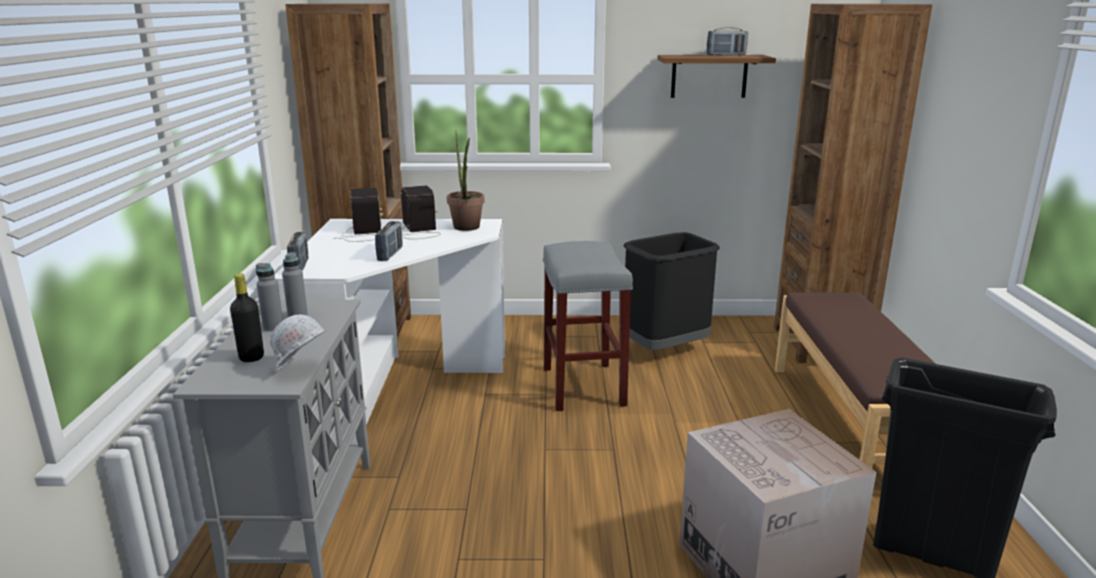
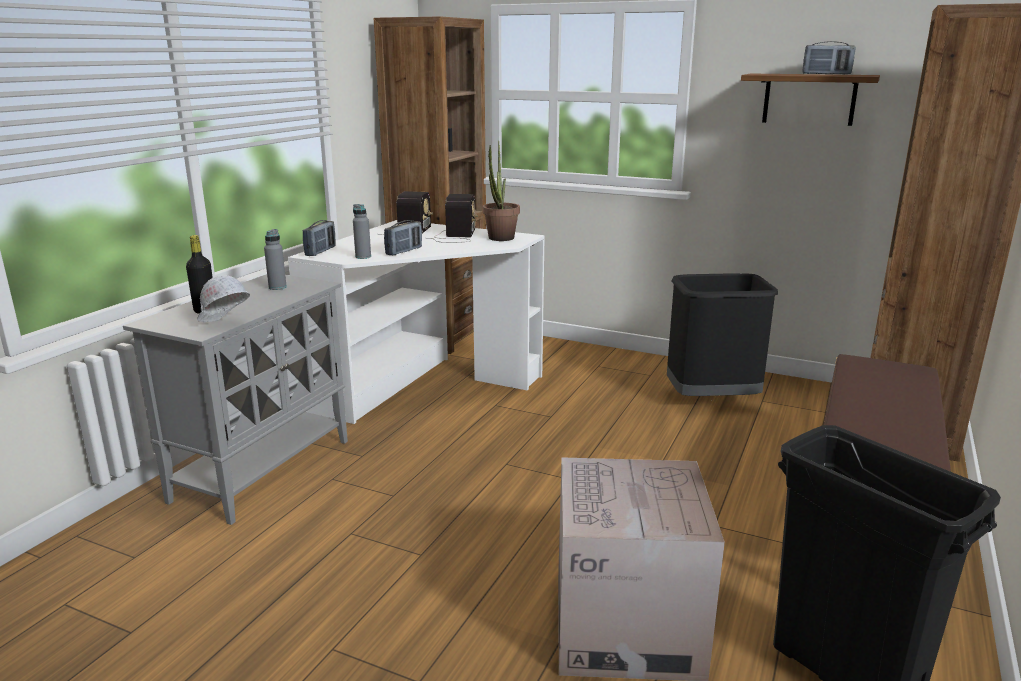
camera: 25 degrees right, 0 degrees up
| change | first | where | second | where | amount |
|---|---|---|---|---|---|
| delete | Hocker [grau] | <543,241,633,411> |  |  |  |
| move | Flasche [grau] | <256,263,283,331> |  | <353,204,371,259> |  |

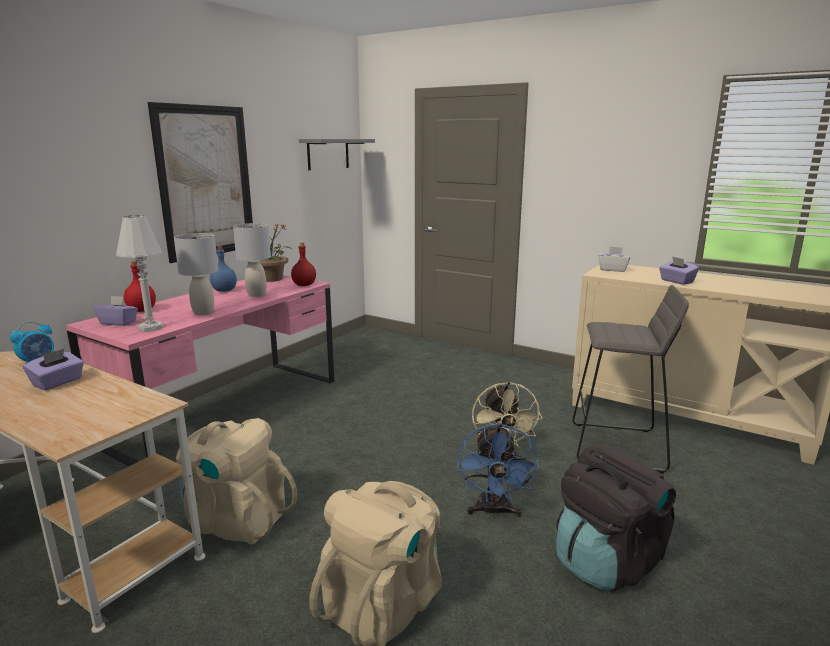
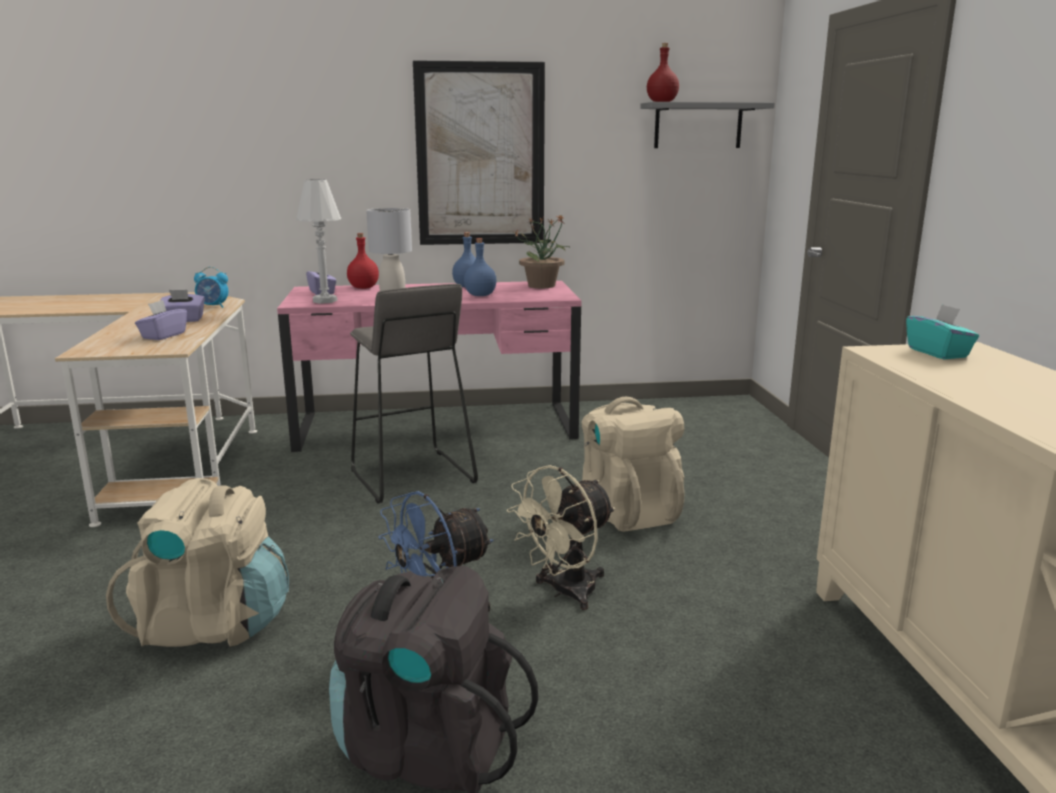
camera: 50 degrees right, 0 degrees up
| change | first | where | second | where | amount |
|---|---|---|---|---|---|
| replace | Tischlampe [grau] | <233,223,271,297> | Flasche [blau] | <464,238,497,296> |  |
| move | Flasche [rot] | <291,242,316,286> |  | <647,43,679,102> |  |
| recolor | Taschentuchbox [weiß] | <598,247,630,272> | Taschentuchbox [türkis] | <906,304,979,359> |  |
| move | Taschentuchbox [lila] | <659,256,699,285> |  | <135,300,187,340> |  |
| move | Hocker [grau] | <572,285,689,474> |  | <350,284,478,504> |  |
| move | Rucksack [beige] | <176,418,297,544> |  | <582,397,684,532> |  |

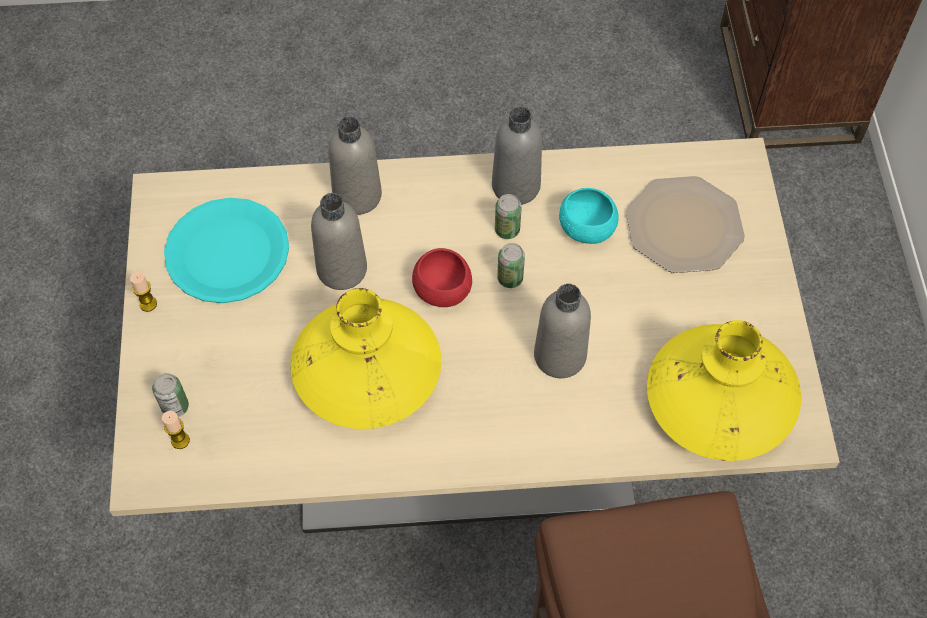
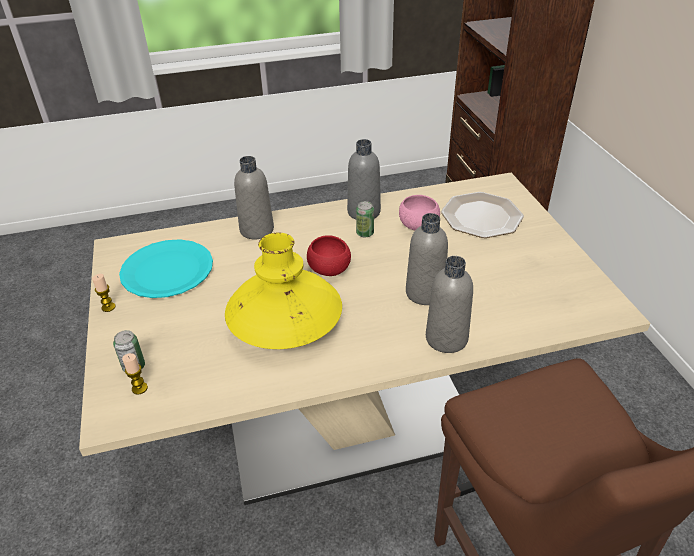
camera: 10 degrees left, 20 degrees down
| change | first | where | second | where | amount |
|---|---|---|---|---|---|
| recolor | Schüssel [türkis] | <559,188,619,244> | Schüssel [rosa] | <399,195,440,230> |  |
| move | Flasche [grau] | <311,193,367,290> |  | <426,256,473,353> |  |
| delete | Dose | <497,243,525,288> |  |  |  |
| delete | Vase [gelb] | <647,320,801,461> |  |  |  |

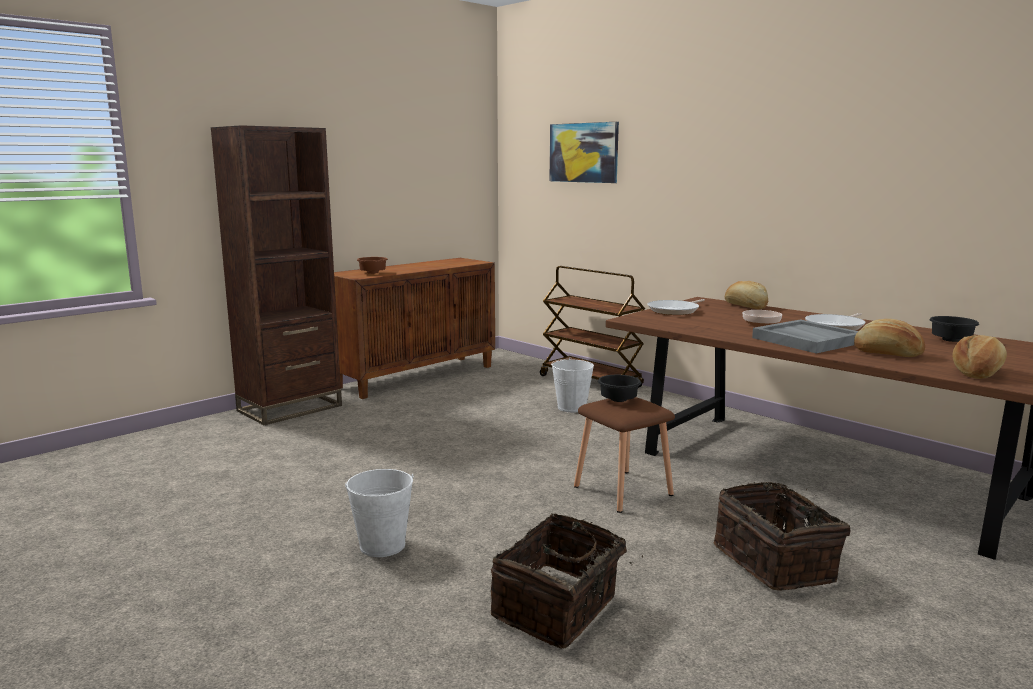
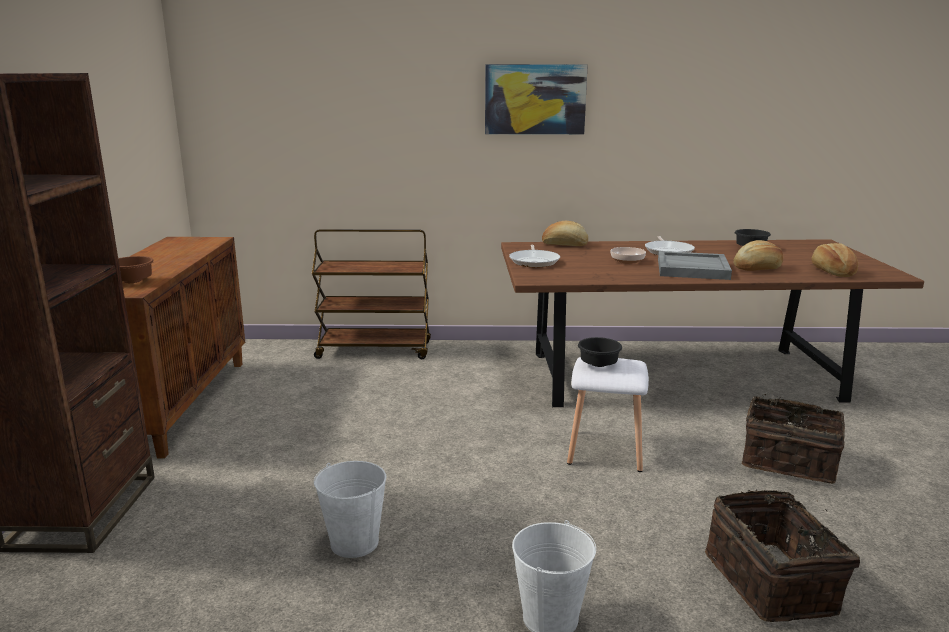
camera: 45 degrees left, 5 degrees up
| change | first | where | second | where | amount |
|---|---|---|---|---|---|
| move | Bild | <550,122,619,183> |  | <485,64,588,134> |  |
| move | Eimer [weiß] | <551,357,594,412> |  | <314,461,386,558> |  |
| recolor | Hocker [braun] | <574,397,675,513> | Hocker [weiß] | <567,357,649,472> |  |

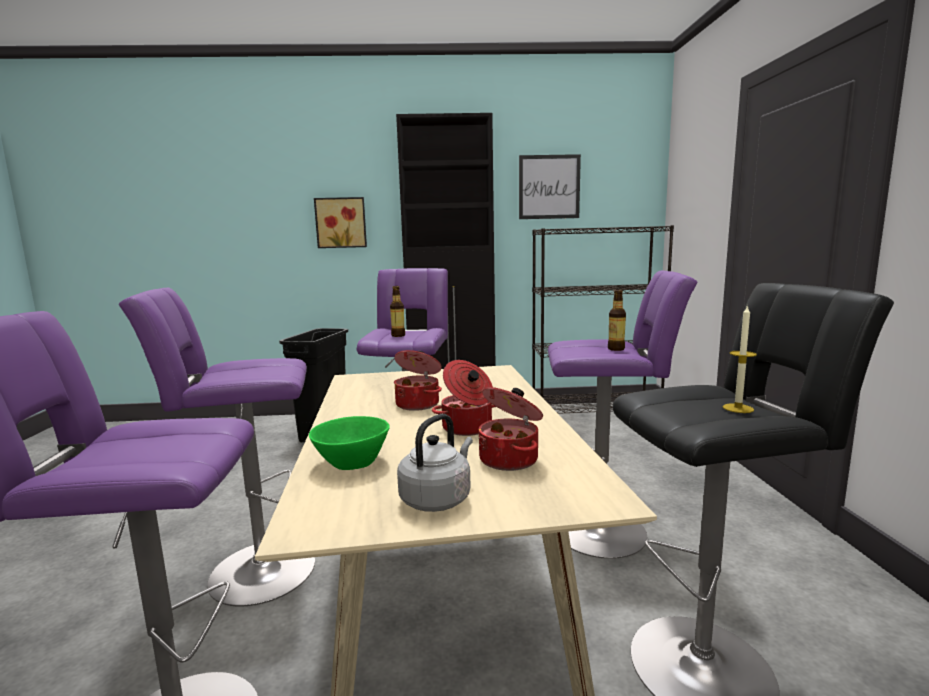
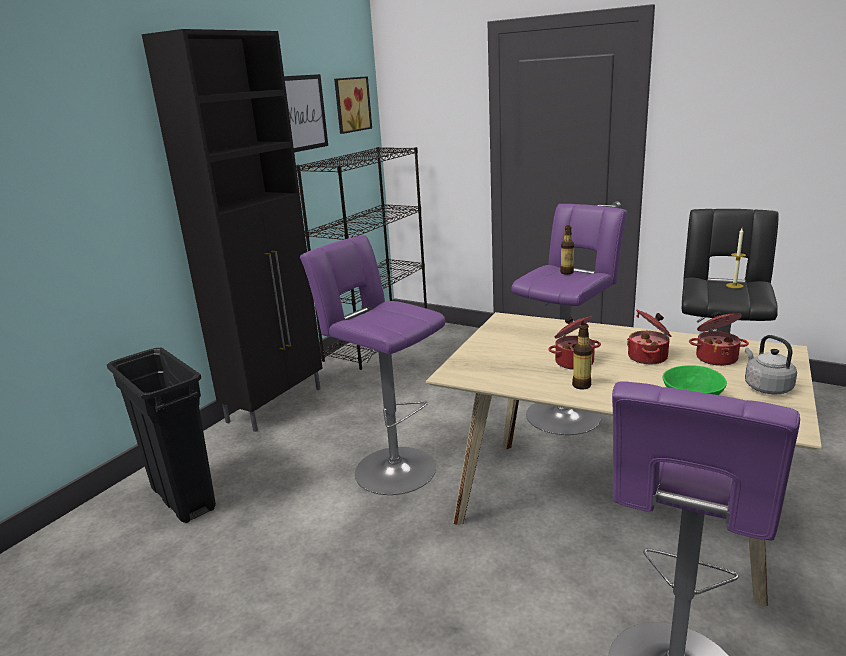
camera: 55 degrees left, 10 degrees up
| change | first | where | second | where | amount |
|---|---|---|---|---|---|
| move | Bild | <314,197,367,248> |  | <334,76,372,134> |  |
| move | Flasche | <390,286,405,337> |  | <572,323,593,390> |  |
| delete | Hocker [lila] | <119,288,315,607> |  |  |  |

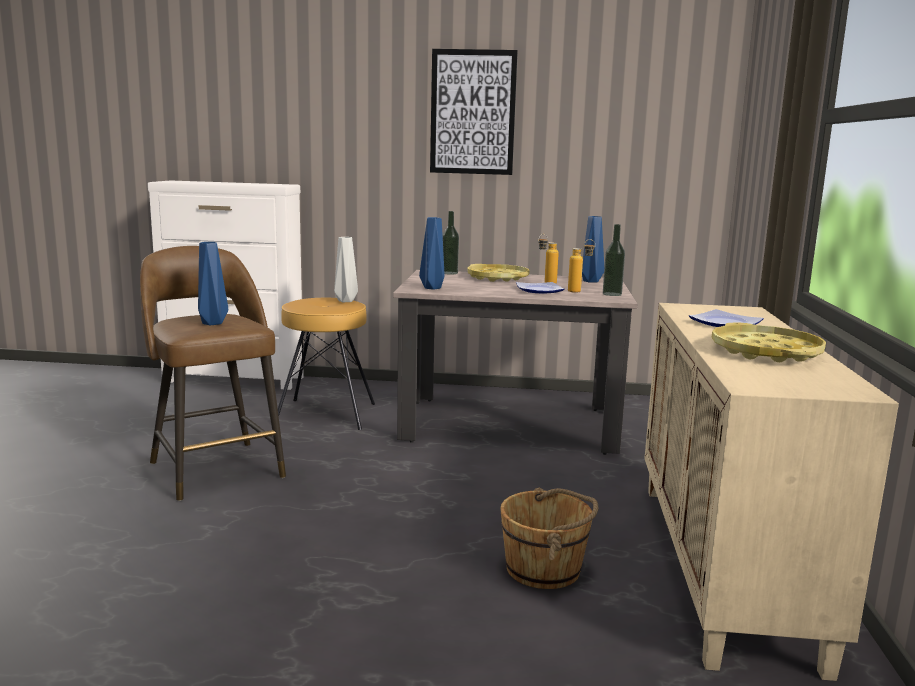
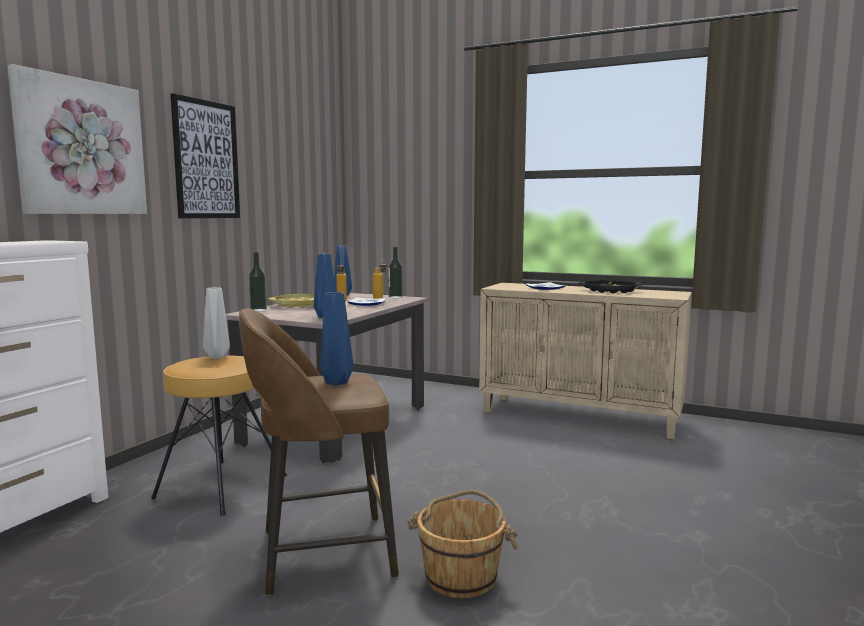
camera: 70 degrees left, 5 degrees down
| change | first | where | second | where | amount |
|---|---|---|---|---|---|
| recolor | Tablett [gelb] | <711,323,826,362> | Tablett [schwarz] | <578,280,643,293> |  |
| move | Eimer [braun] | <500,488,598,589> |  | <407,490,518,598> |  |
| insert |  |  | Bild | <8,64,147,214> |  |

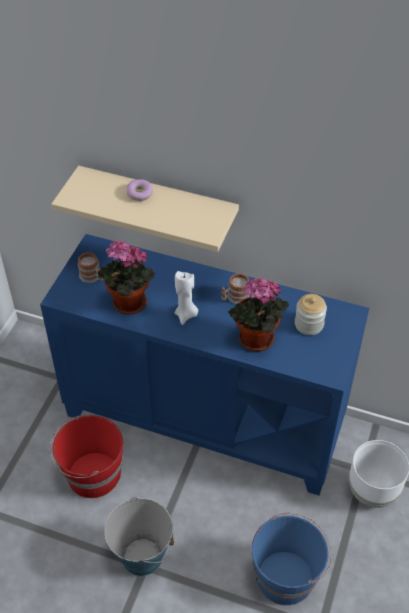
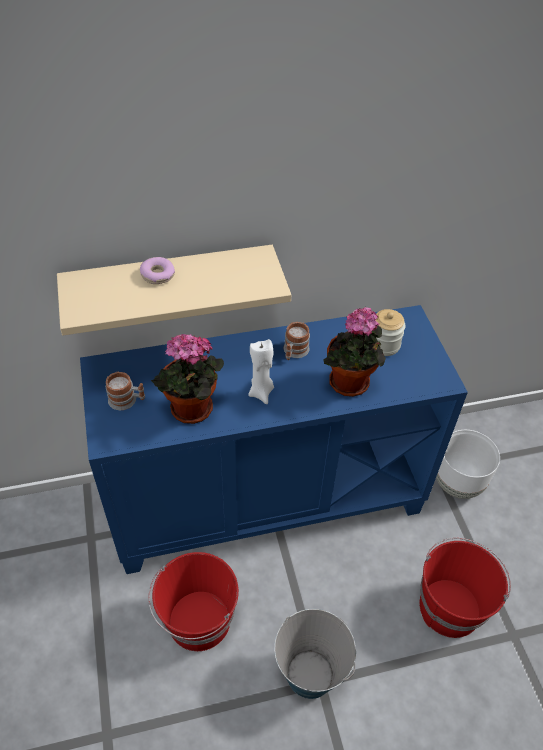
camera: 35 degrees left, 0 degrees up
| change | first | where | second | where | amount |
|---|---|---|---|---|---|
| recolor | Eimer [blau] | <251,513,332,605> | Eimer [rot] | <419,538,511,638> |  |

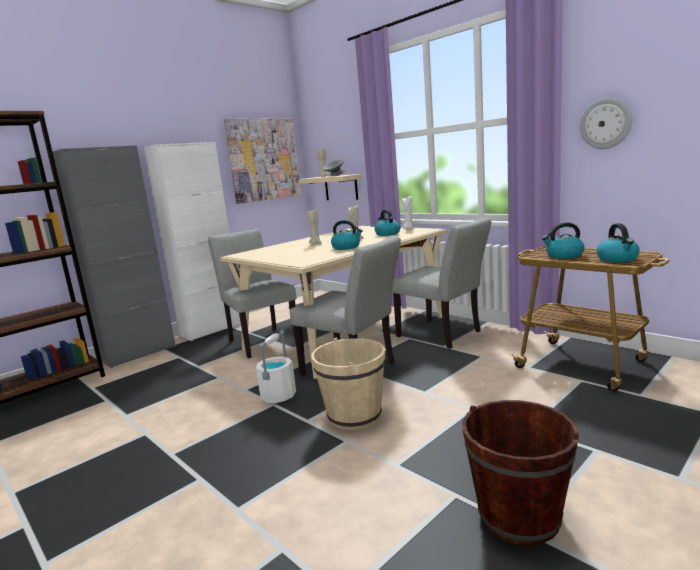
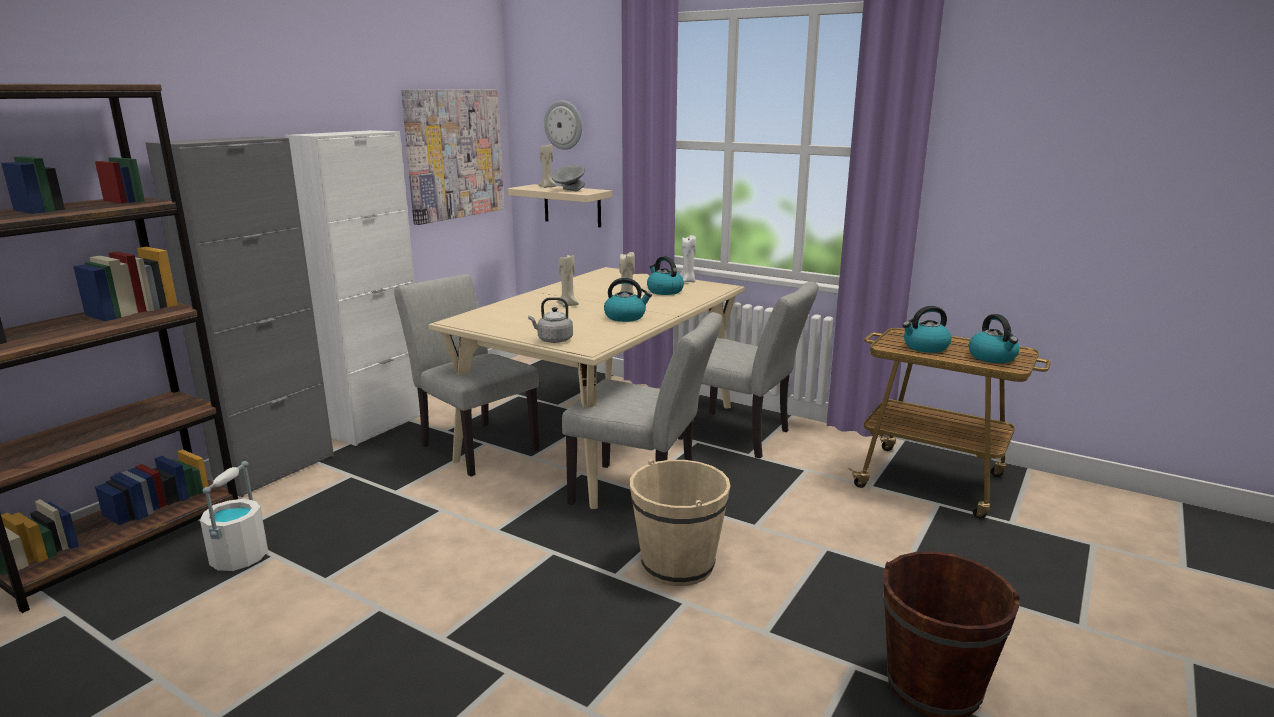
camera: 15 degrees left, 5 degrees up
| change | first | where | second | where | amount |
|---|---|---|---|---|---|
| move | Wanduhr | <580,98,632,149> |  | <544,100,582,150> |  |
| move | Eimer [weiß] | <256,330,296,403> |  | <200,461,268,571> |  |
| insert |  |  | Wasserkessel [grau] | <528,297,573,343> |  |

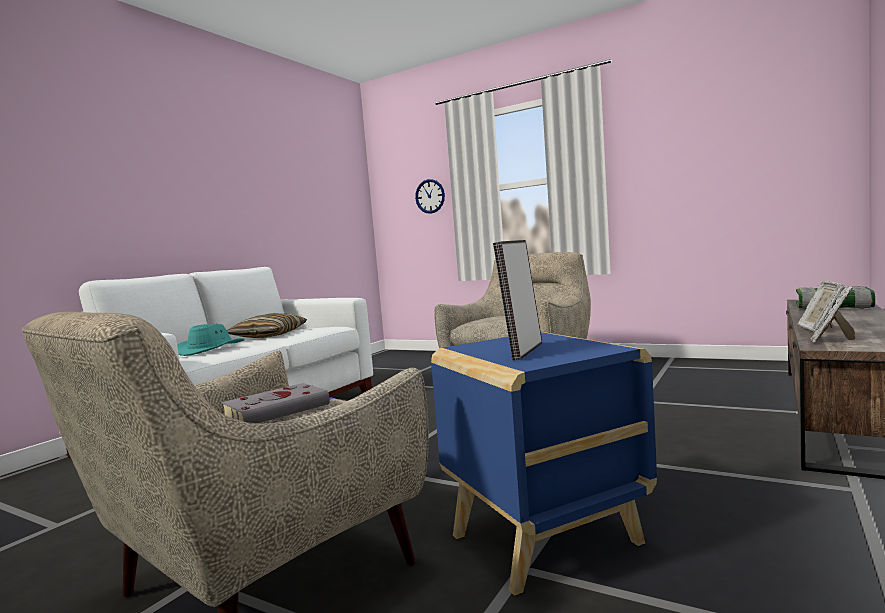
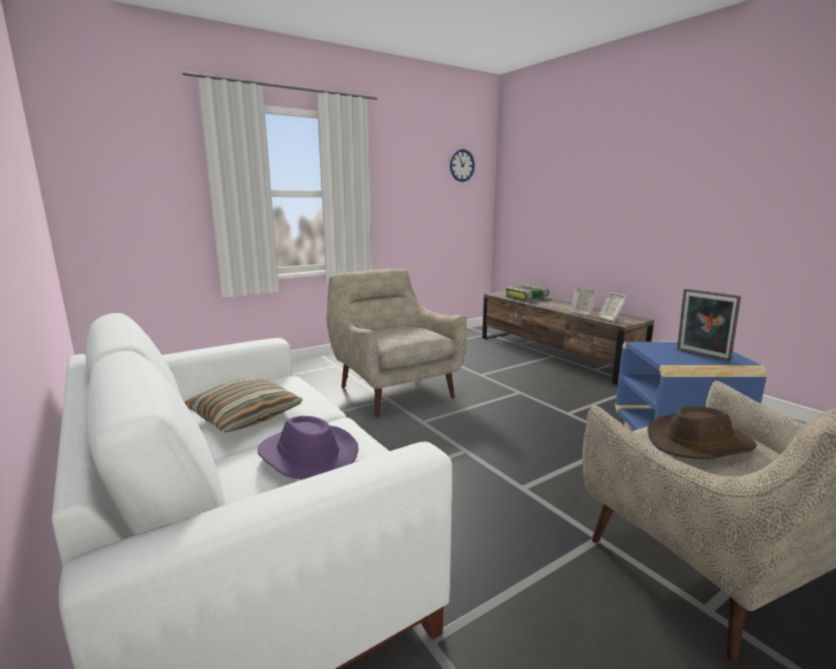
camera: 65 degrees left, 10 degrees up
| change | first | where | second | where | amount |
|---|---|---|---|---|---|
| move | Wanduhr | <415,179,445,214> |  | <450,149,475,182> |  |
| recolor | Hut [türkis] | <177,324,245,356> | Hut [lila] | <258,416,358,480> |  |
| replace | Buch [grau] | <221,383,334,423> | Hut [braun] | <647,406,757,459> |  |

